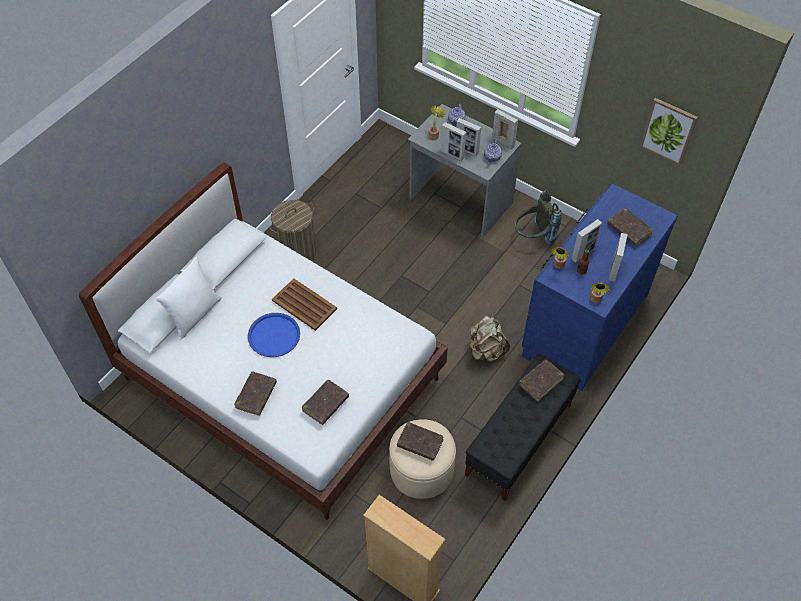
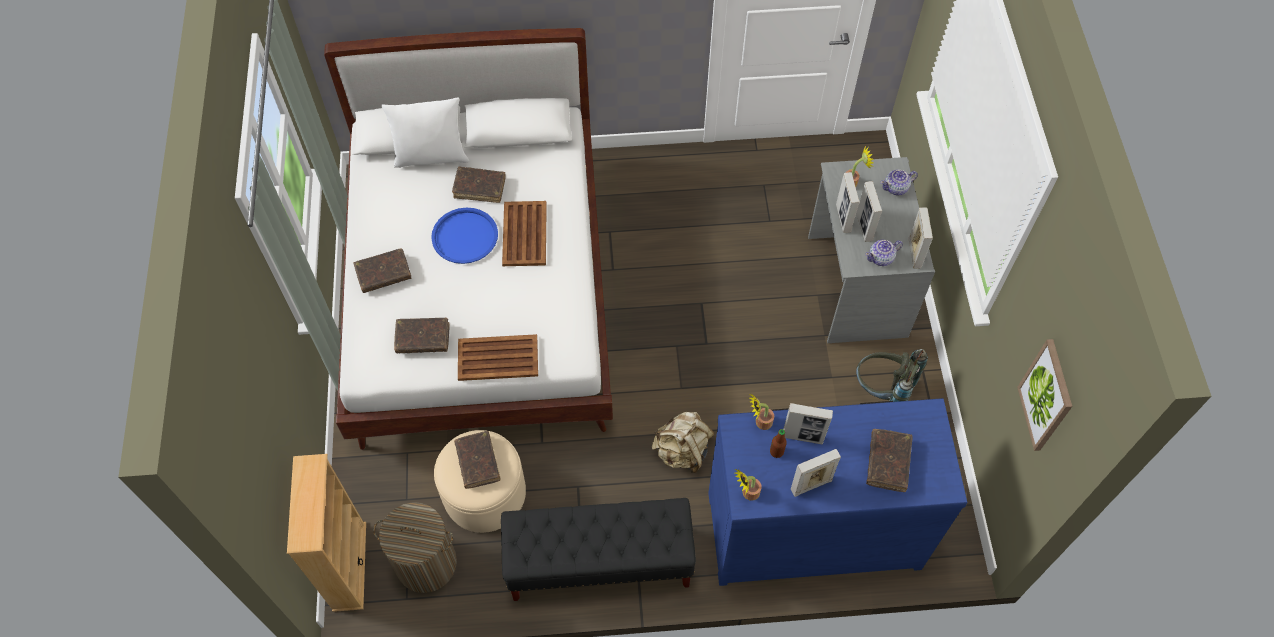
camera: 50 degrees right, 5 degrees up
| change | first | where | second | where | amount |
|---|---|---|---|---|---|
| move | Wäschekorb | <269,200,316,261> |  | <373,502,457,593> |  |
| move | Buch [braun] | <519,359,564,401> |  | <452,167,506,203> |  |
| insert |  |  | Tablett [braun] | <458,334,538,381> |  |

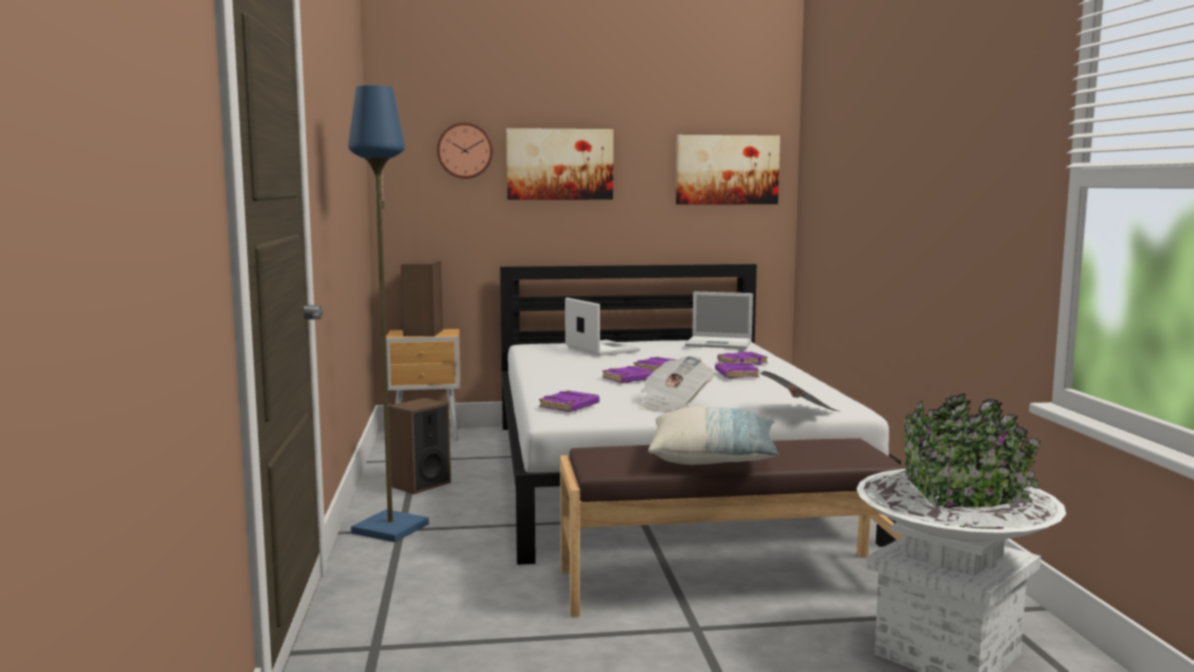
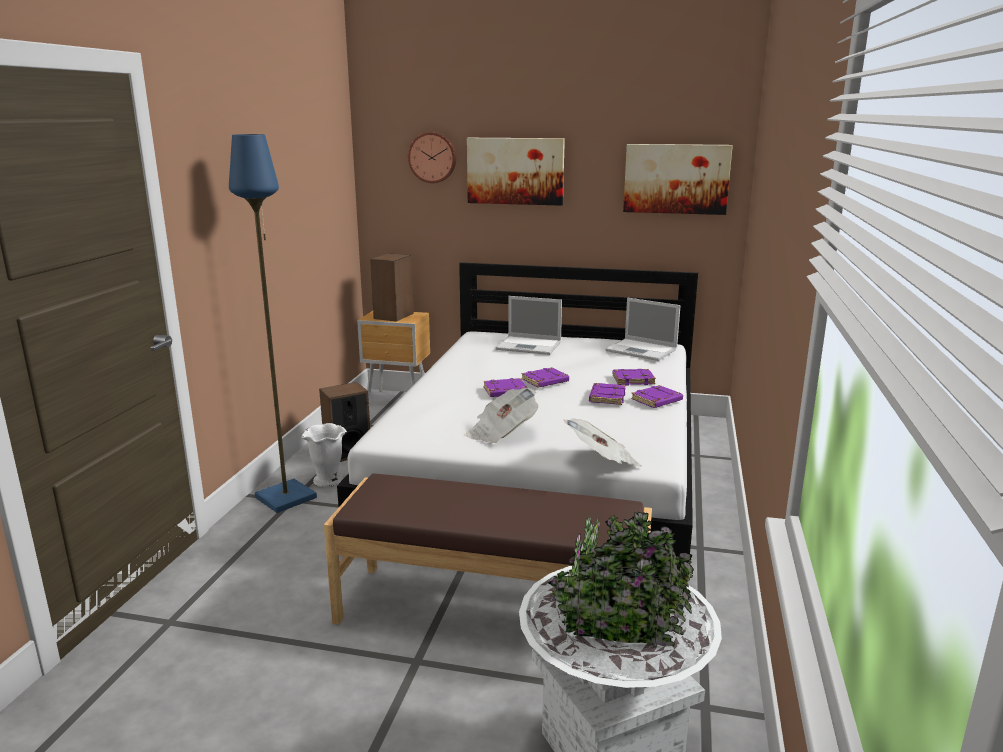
camera: 20 degrees right, 10 degrees up
| change | first | where | second | where | amount |
|---|---|---|---|---|---|
| rotate | Laptop | <565,298,640,356> |  | <496,296,562,355> | 120 degrees clockwise |
| move | Buch [lila] | <539,390,599,412> |  | <631,385,683,408> |  |
| delete | Kissen | <648,406,779,465> |  |  |  |
| insert |  |  | Vase [weiß] | <302,423,347,487> |  |

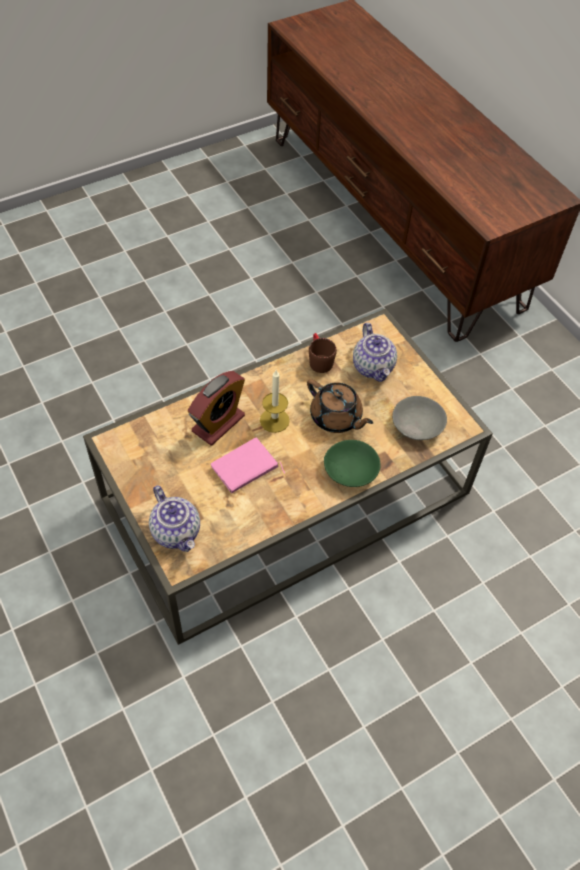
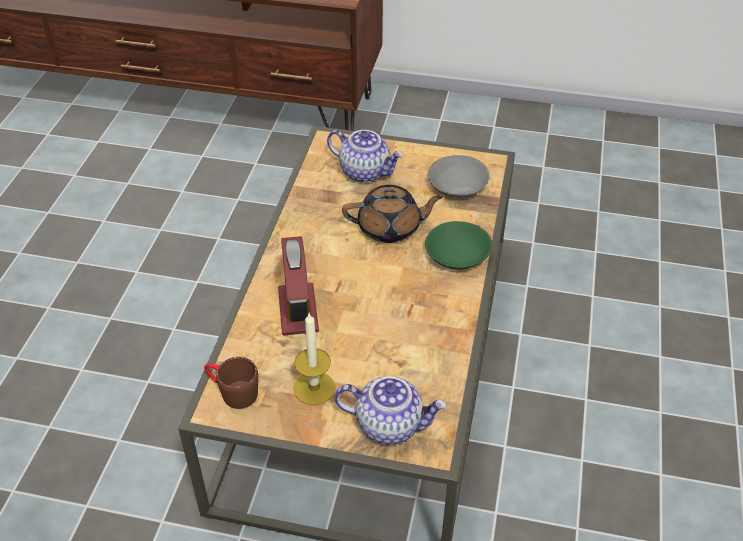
camera: 45 degrees left, 10 degrees down
| change | first | where | second | where | amount |
|---|---|---|---|---|---|
| move | Henkelbecher [braun] | <309,333,337,373> |  | <204,357,258,409> |  |
| move | Kerze | <260,370,290,433> |  | <293,313,335,405> |  |
| delete | Buch [rosa] | <211,437,285,493> |  |  |  |

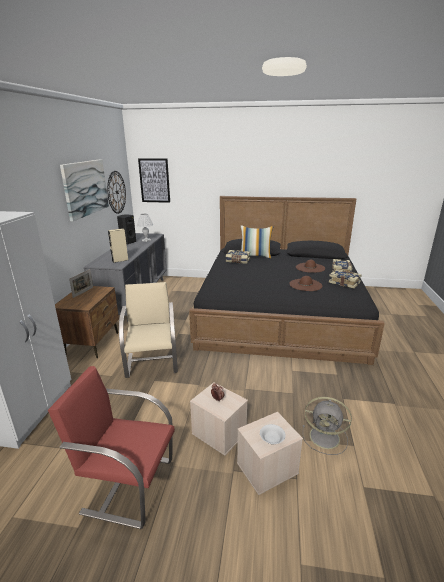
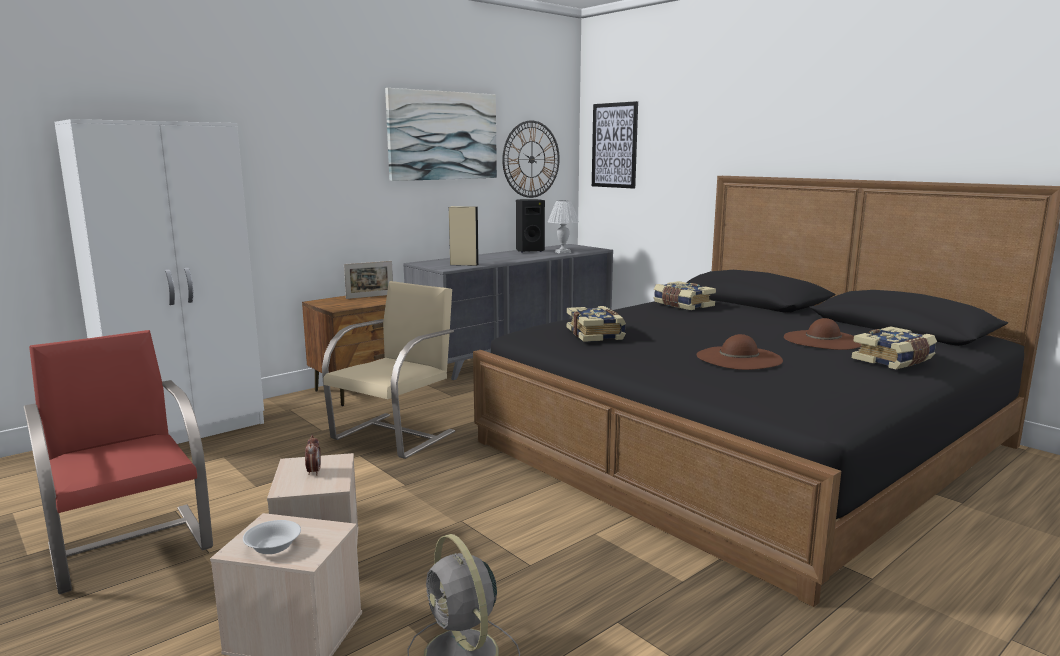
camera: 40 degrees right, 10 degrees down
| change | first | where | second | where | amount |
|---|---|---|---|---|---|
| delete | Kissen | <241,225,274,258> |  |  |  |
| move | Buch | <329,269,361,288> |  | <567,306,626,342> |  |

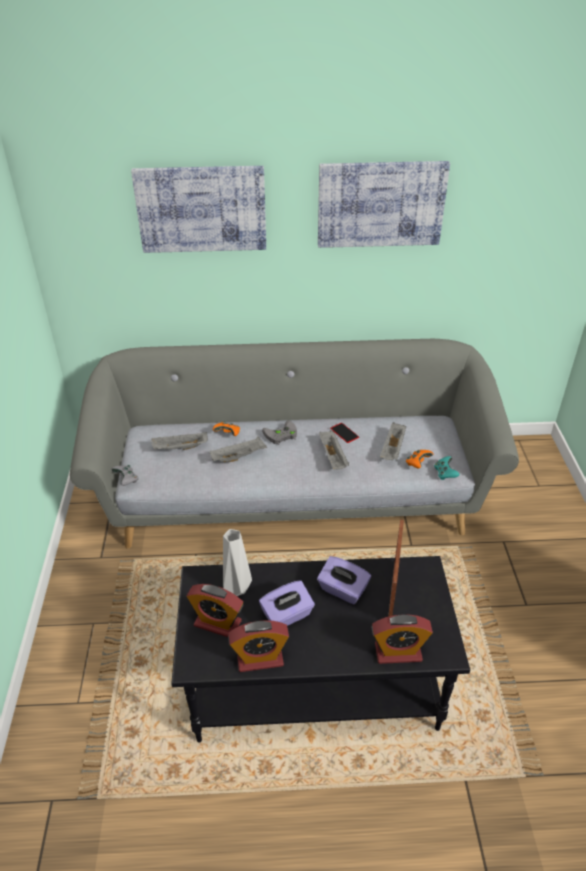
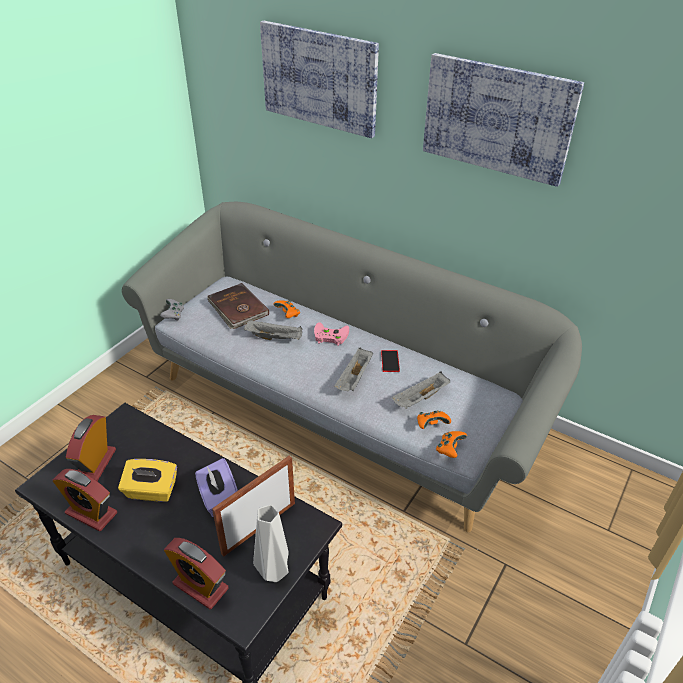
camera: 35 degrees right, 0 degrees up
| change | first | where | second | where | amount |
|---|---|---|---|---|---|
| recolor | Gamepad [grau] | <262,421,297,445> | Gamepad [rosa] | <314,322,349,346> |  |
| replace | Tablett [grau] | <151,432,208,450> | Buch [braun] | <207,283,269,329> |  |
| recolor | Gamepad [türkis] | <434,456,460,480> | Gamepad [orange] | <436,431,467,458> |  |
| move | Vase [grau] | <223,529,252,596> |  | <253,505,289,582> |  |
| recolor | Taschentuchbox [lila] | <259,580,315,626> | Taschentuchbox [gelb] | <118,459,177,502> |  |
| rotate | Wecker | <187,584,243,637> |  | <66,415,116,481> | 45 degrees clockwise |

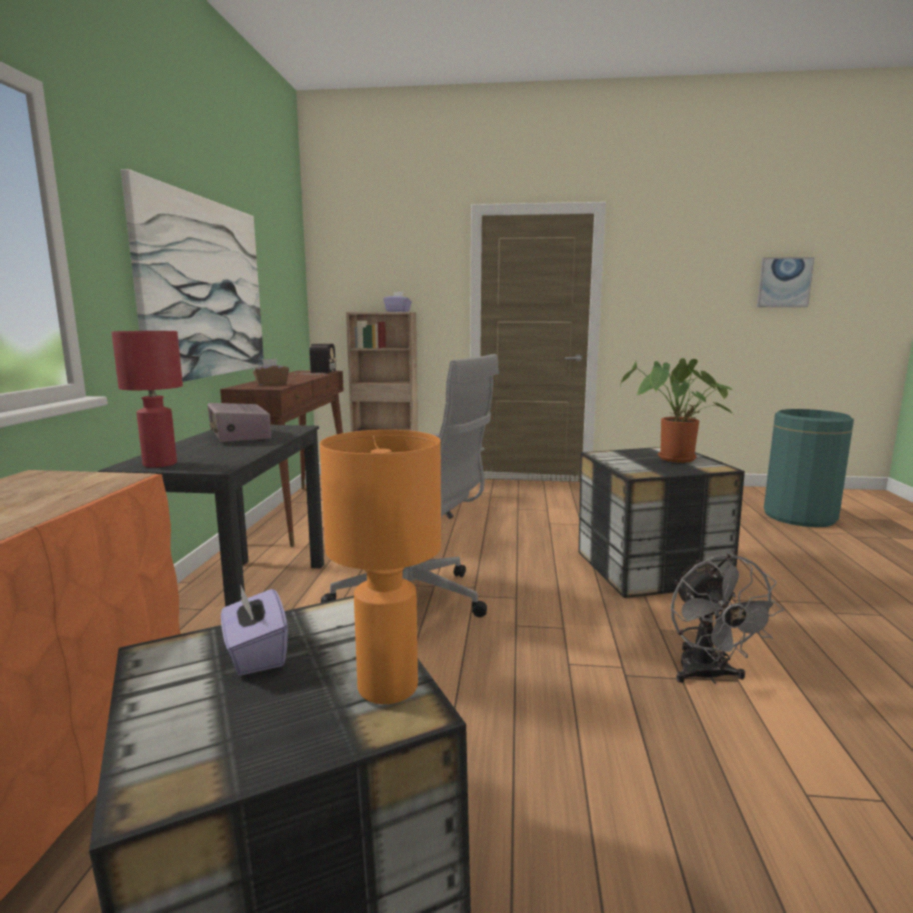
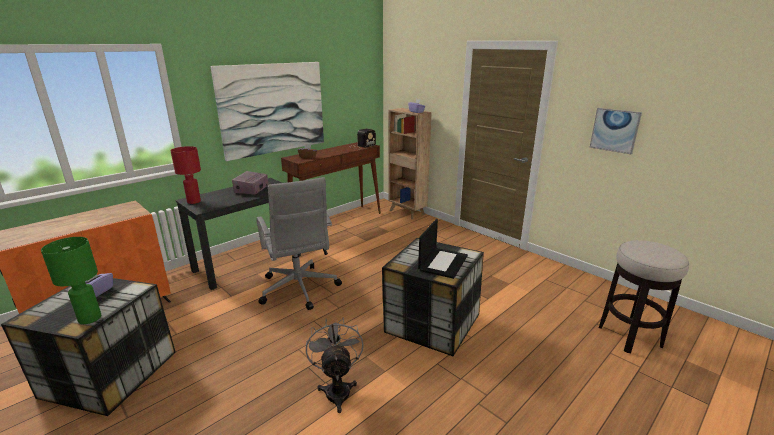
camera: 40 degrees right, 10 degrees up
| change | first | where | second | where | amount |
|---|---|---|---|---|---|
| move | Bild | <757,257,814,307> |  | <590,108,642,154> |  |
| replace | Topfpflanze | <620,358,733,463> | Laptop | <418,219,468,279> |  |
| replace | Mülleimer [grün] | <764,409,854,527> | Hocker | <599,240,689,354> |  |
| recolor | Tischlampe [orange] | <320,430,441,704> | Tischlampe [grün] | <41,237,101,324> |  |
| rotate | Ventilator [grau] | <671,554,784,684> |  | <306,318,364,413> | 135 degrees clockwise |

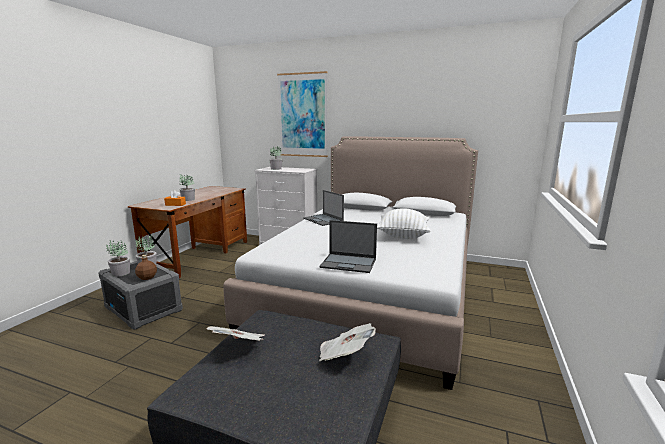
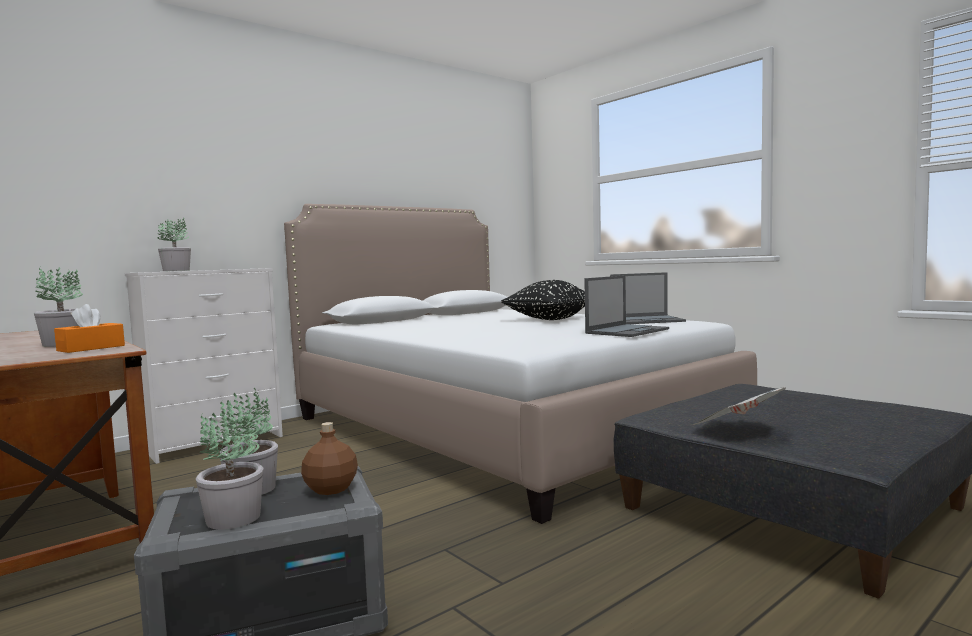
camera: 60 degrees left, 10 degrees down
| change | first | where | second | where | amount |
|---|---|---|---|---|---|
| delete | Bild | <277,71,328,157> |  |  |  |
| move | Laptop | <303,190,344,226> |  | <610,272,686,324> |  |
| recolor | Kissen [weiß] | <377,208,430,239> | Kissen [schwarz] | <501,280,585,320> |  |
| delete | Zeitung | <319,323,376,361> |  |  |  |

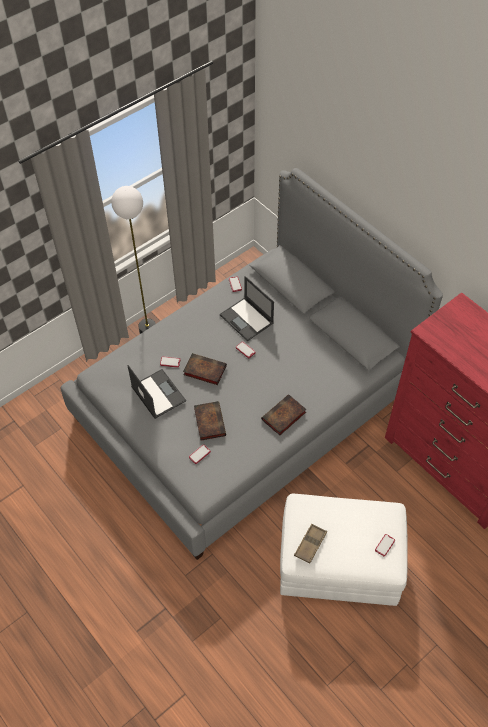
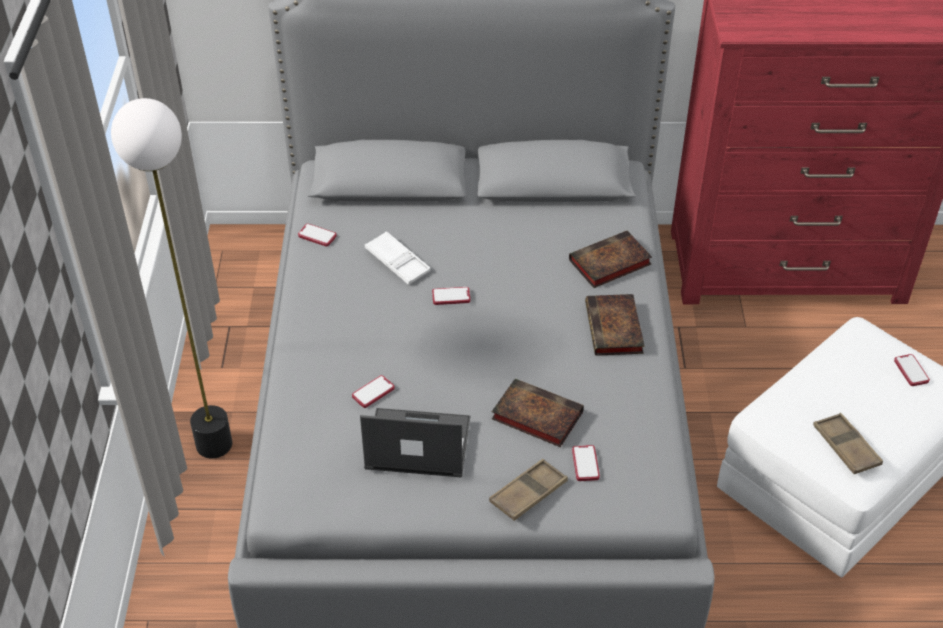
camera: 50 degrees left, 10 degrees down
| change | first | where | second | where | amount |
|---|---|---|---|---|---|
| replace | Laptop | <220,276,274,341> | Tablett [weiß] | <365,231,431,285> |  |
| move | Buch | <183,353,227,385> |  | <569,231,652,288> |  |
| insert |  |  | Tablett [braun] | <489,459,568,521> |  |

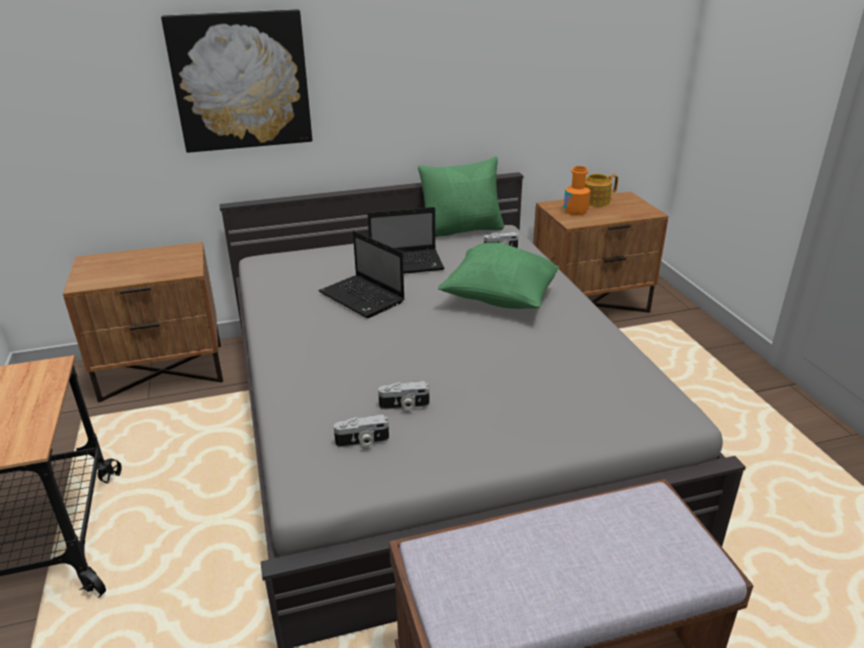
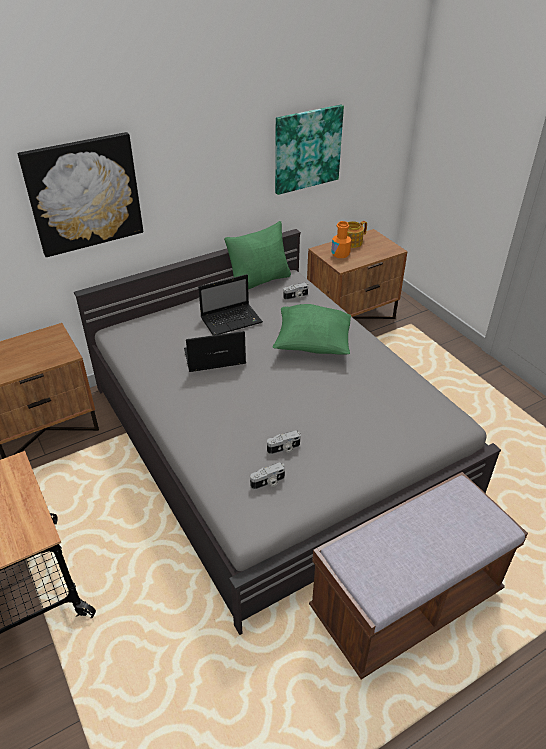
camera: 15 degrees left, 10 degrees up
| change | first | where | second | where | amount |
|---|---|---|---|---|---|
| rotate | Laptop | <319,231,405,318> |  | <184,331,246,372> | 135 degrees clockwise |
| insert |  |  | Bild | <275,105,344,195> |  |

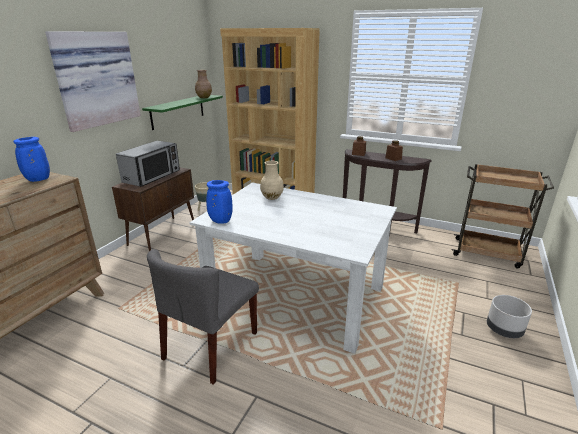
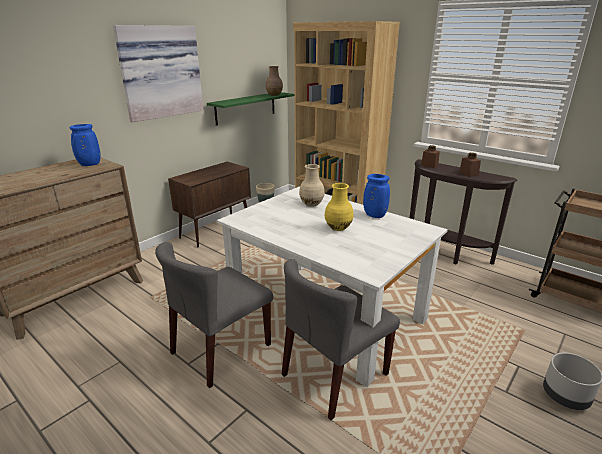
camera: 15 degrees right, 0 degrees up
| change | first | where | second | where | amount |
|---|---|---|---|---|---|
| delete | Mikrowelle | <116,141,180,187> |  |  |  |
| move | Vase [blau] | <206,180,232,224> |  | <363,174,390,218> |  |
| insert |  |  | Vase [gelb] | <324,183,354,231> |  |
| insert |  |  | Stuhl [grau] | <281,259,400,421> |  |

